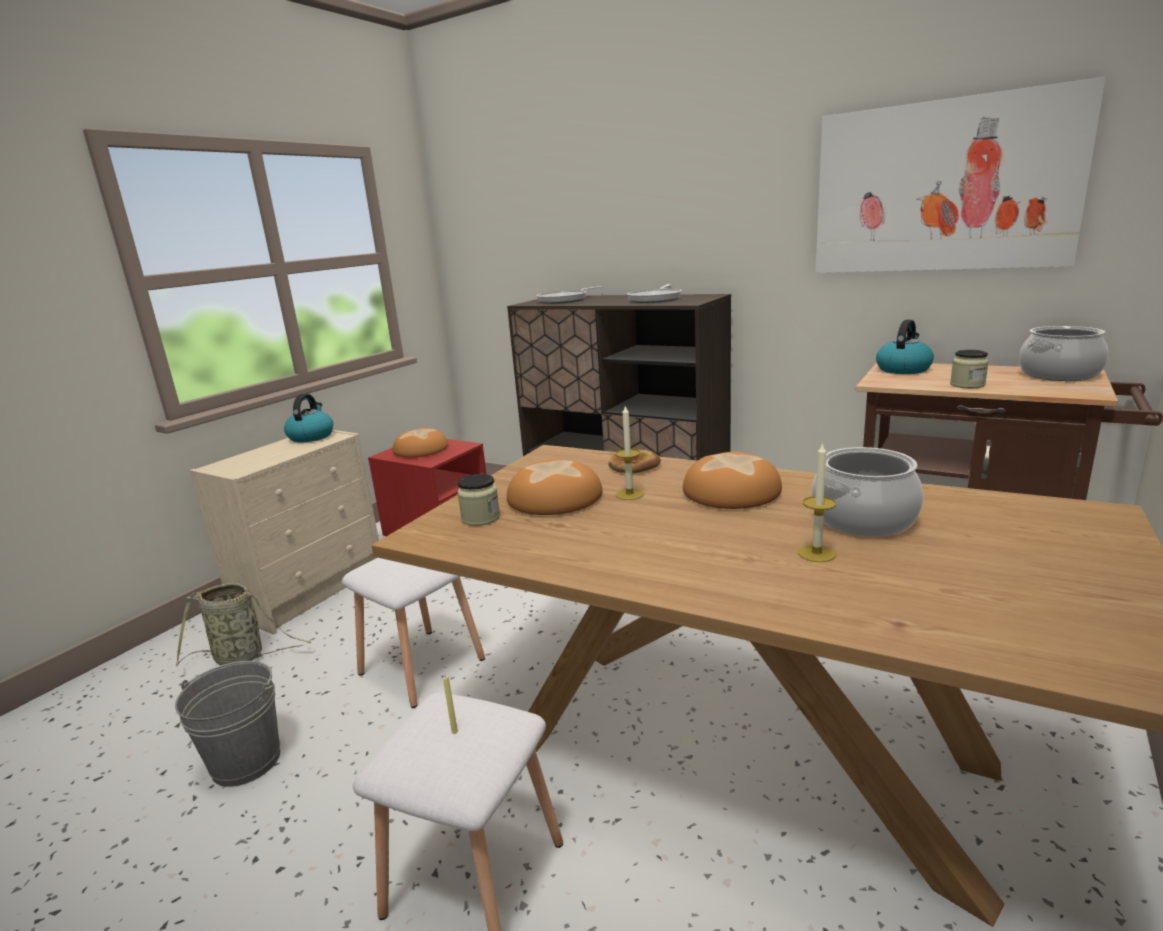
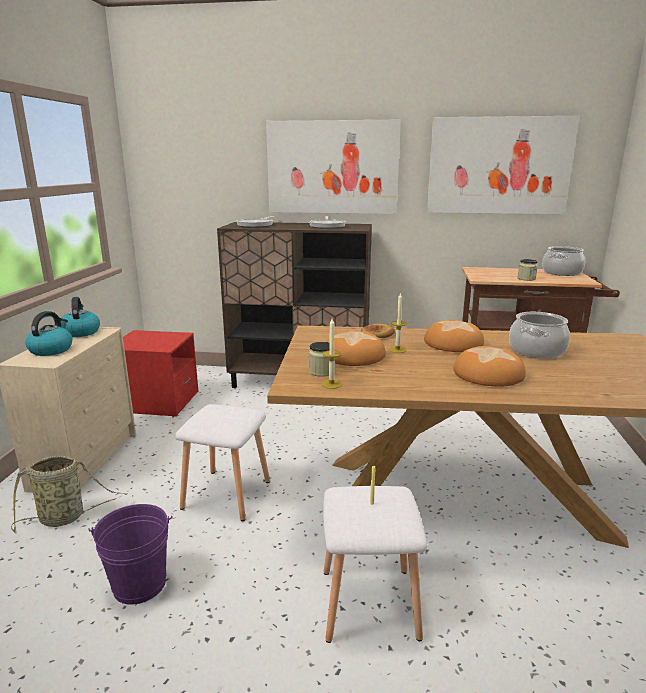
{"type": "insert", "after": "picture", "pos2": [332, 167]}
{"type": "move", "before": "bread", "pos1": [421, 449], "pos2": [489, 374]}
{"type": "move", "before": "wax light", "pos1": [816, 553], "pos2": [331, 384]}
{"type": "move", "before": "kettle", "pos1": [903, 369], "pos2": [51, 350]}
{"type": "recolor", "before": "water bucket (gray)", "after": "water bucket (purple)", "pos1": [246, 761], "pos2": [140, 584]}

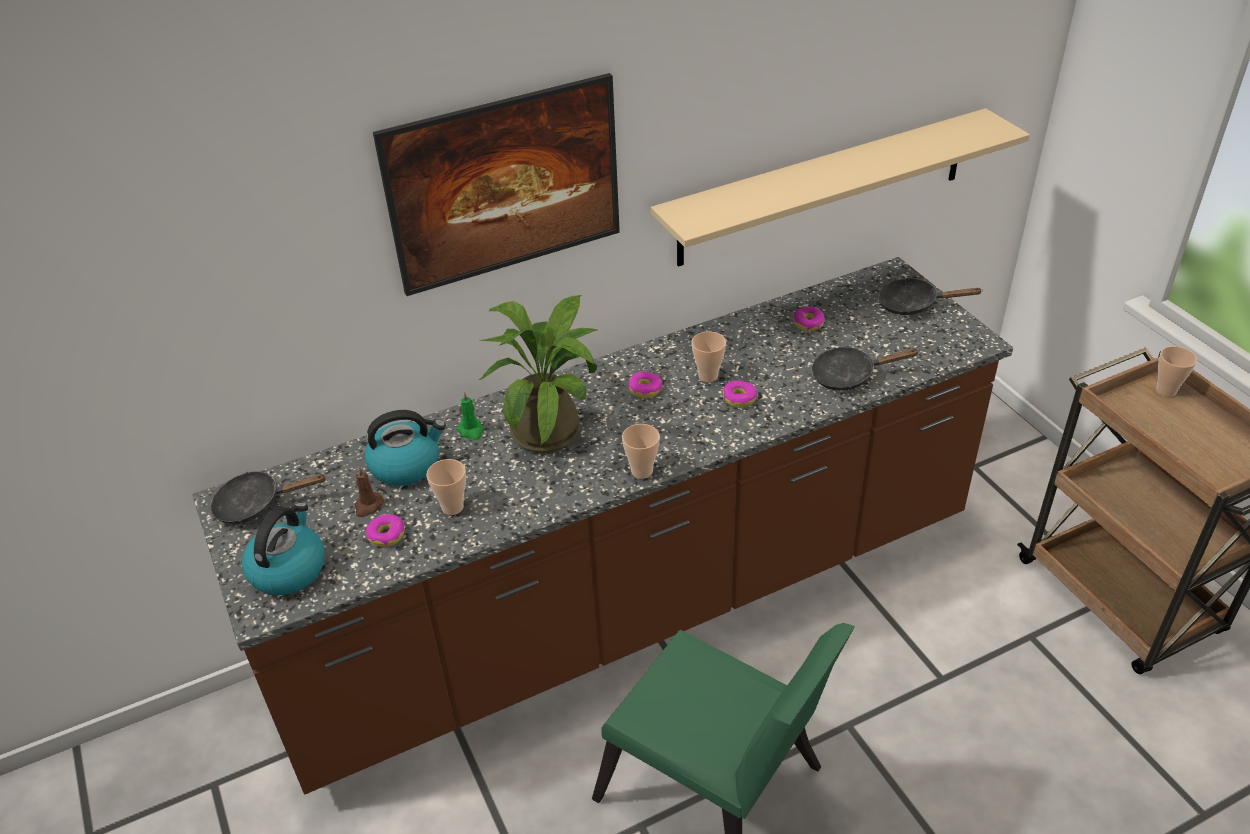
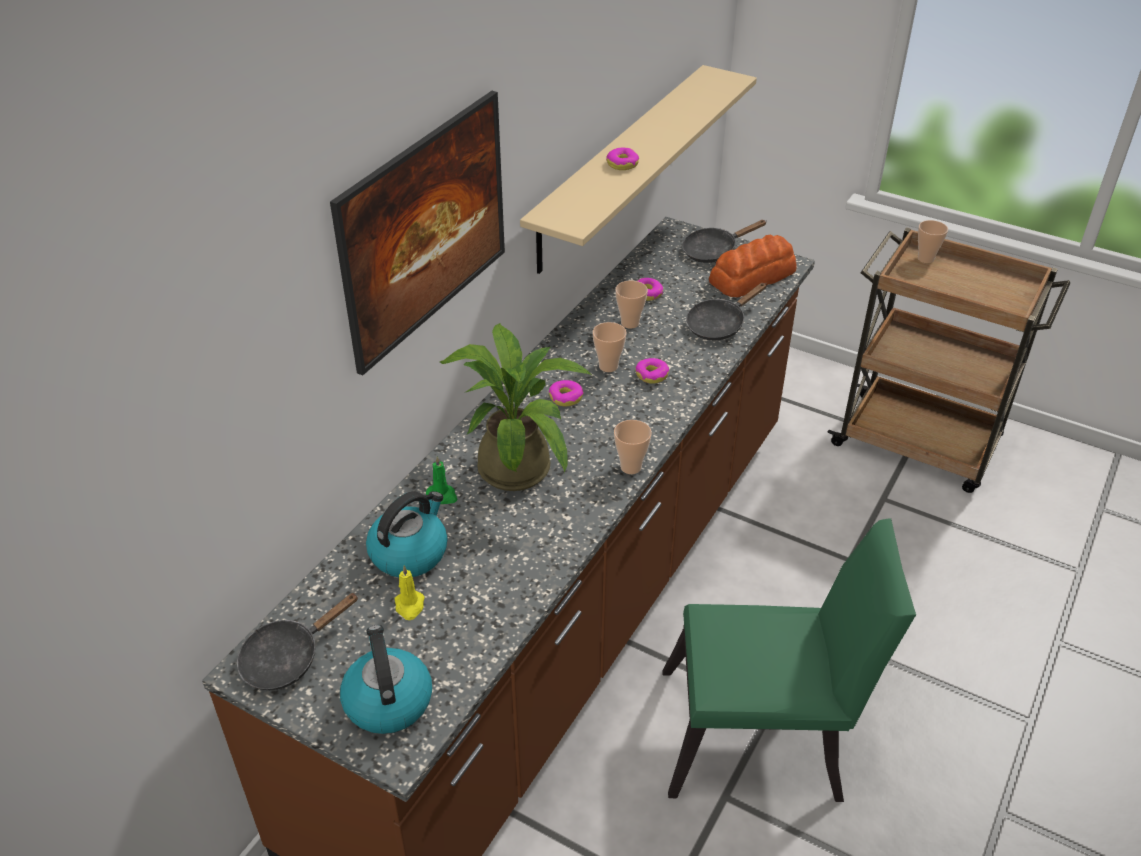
{"type": "insert", "after": "bread", "pos2": [753, 277]}
{"type": "move", "before": "donut", "pos1": [386, 535], "pos2": [622, 164]}
{"type": "move", "before": "small cup", "pos1": [452, 507], "pos2": [630, 323]}
{"type": "recolor", "before": "wax light (brown-coloured)", "after": "wax light (yellow-coloured)", "pos1": [368, 506], "pos2": [409, 606]}

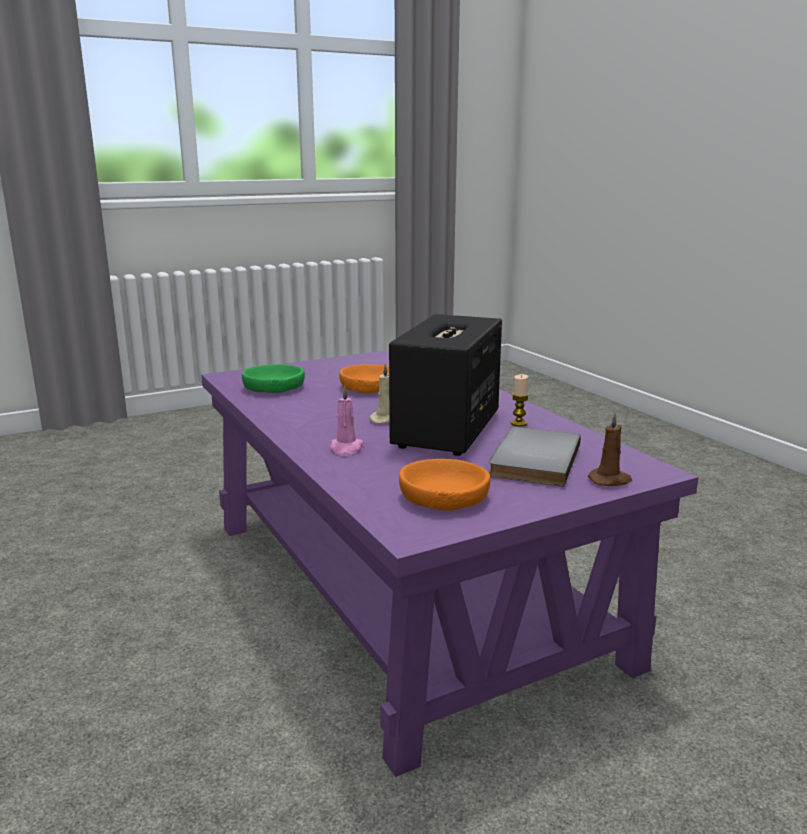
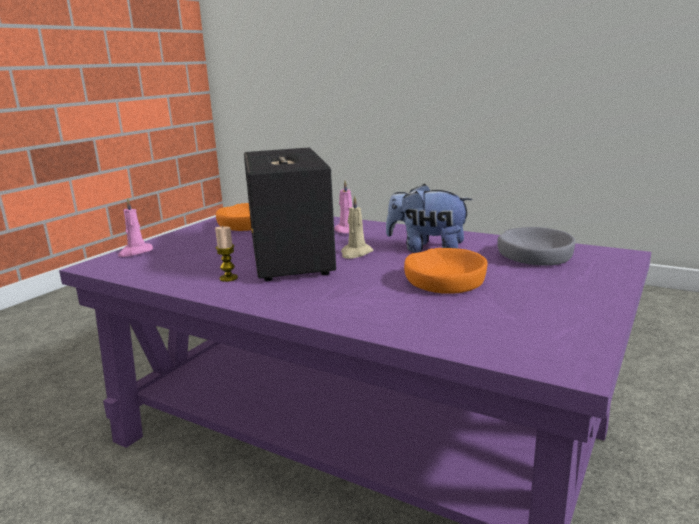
{"type": "delete", "before": "bound book (gray)", "pos1": [531, 460]}
{"type": "insert", "after": "plush toy", "pos2": [427, 249]}
{"type": "recolor", "before": "serving bowl (green-coloured)", "after": "serving bowl (gray)", "pos1": [274, 387], "pos2": [534, 256]}
{"type": "recolor", "before": "wax light (brown-coloured)", "after": "wax light (pinkish)", "pos1": [610, 480], "pos2": [135, 252]}

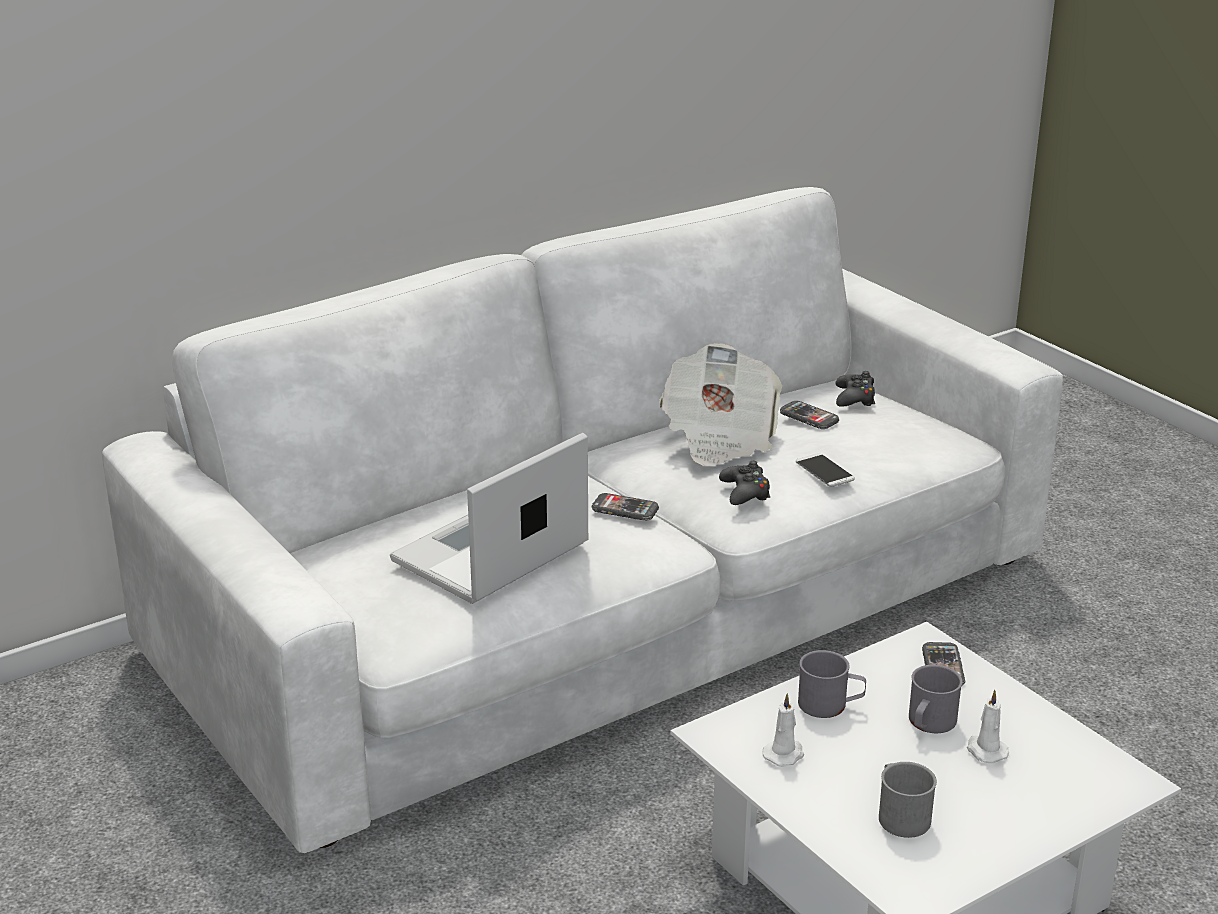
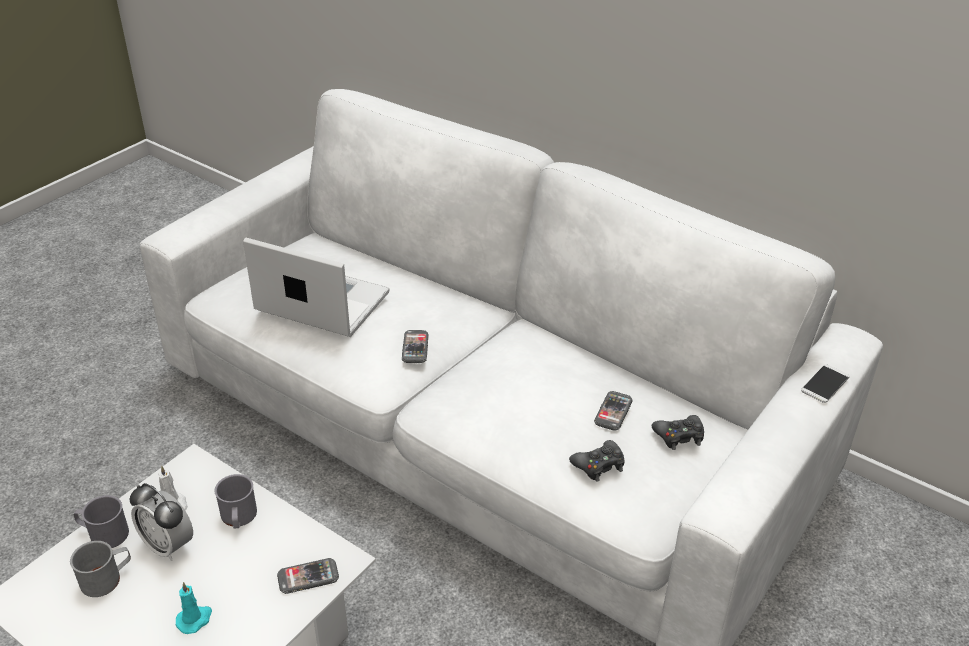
{"type": "delete", "before": "printed paper", "pos1": [719, 436]}
{"type": "insert", "after": "table clock", "pos2": [168, 545]}
{"type": "move", "before": "game controller (black-coloured)", "pos1": [745, 492], "pos2": [599, 465]}
{"type": "move", "before": "phone", "pos1": [824, 471], "pos2": [825, 384]}
{"type": "move", "before": "mug (gray)", "pos1": [929, 724], "pos2": [104, 534]}
{"type": "recolor", "before": "wax light (white)", "after": "wax light (blue-green)", "pos1": [985, 750], "pos2": [195, 619]}

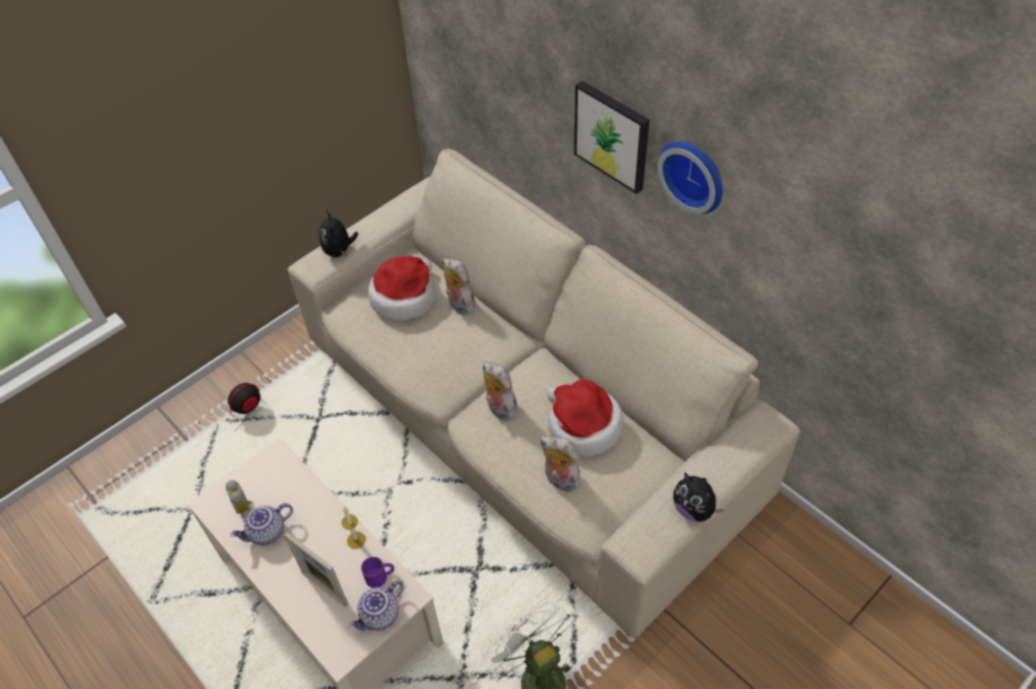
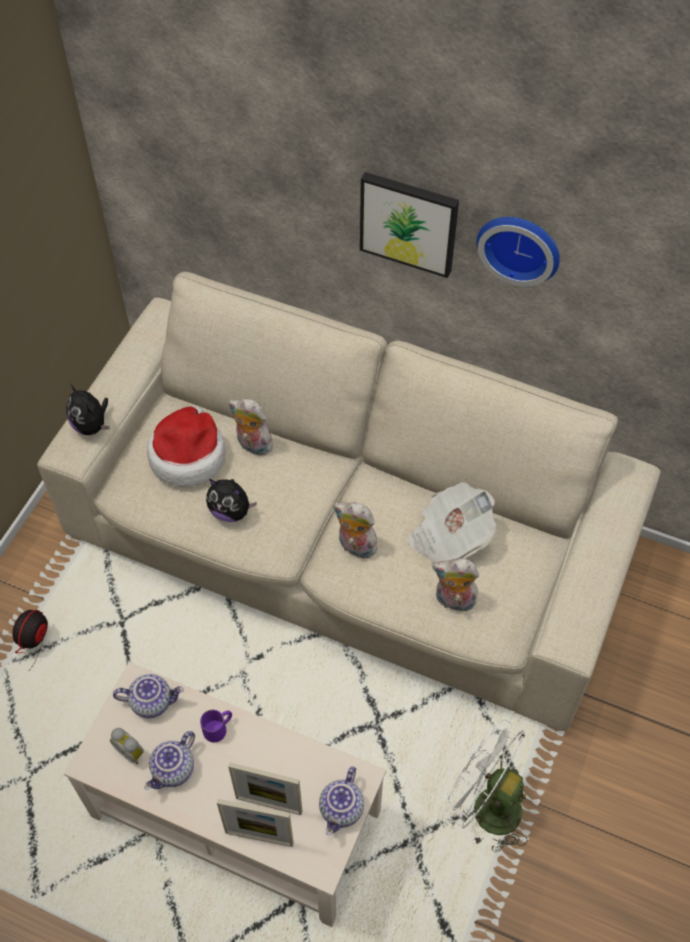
{"type": "delete", "before": "wax light", "pos1": [356, 540]}
{"type": "insert", "after": "teapot", "pos2": [152, 701]}
{"type": "insert", "after": "picture frame", "pos2": [259, 838]}
{"type": "move", "before": "mug (purple)", "pos1": [380, 576], "pos2": [219, 728]}
{"type": "move", "before": "plush toy", "pos1": [694, 509], "pos2": [231, 511]}
{"type": "replace", "before": "wearable hat", "after": "printed paper", "pos1": [582, 426], "pos2": [449, 537]}

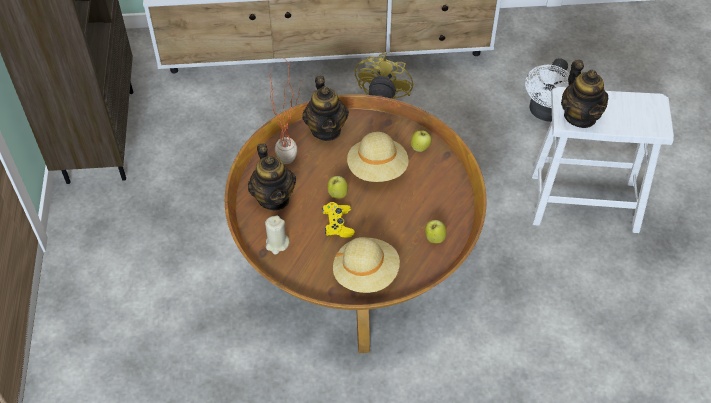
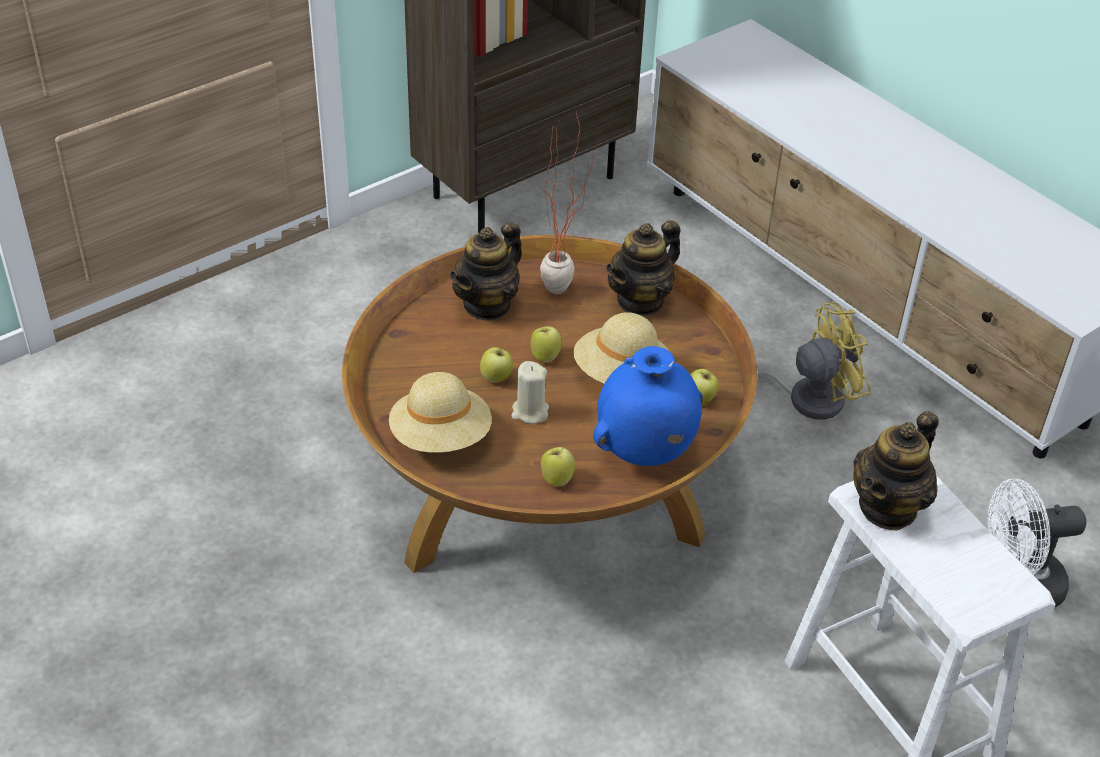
{"type": "insert", "after": "flower vase (bluish)", "pos2": [644, 452]}
{"type": "move", "before": "wax light (sand-coloured)", "pos1": [277, 244], "pos2": [530, 412]}
{"type": "replace", "before": "game controller (yellow-coloured)", "after": "apple", "pos1": [338, 224], "pos2": [496, 378]}

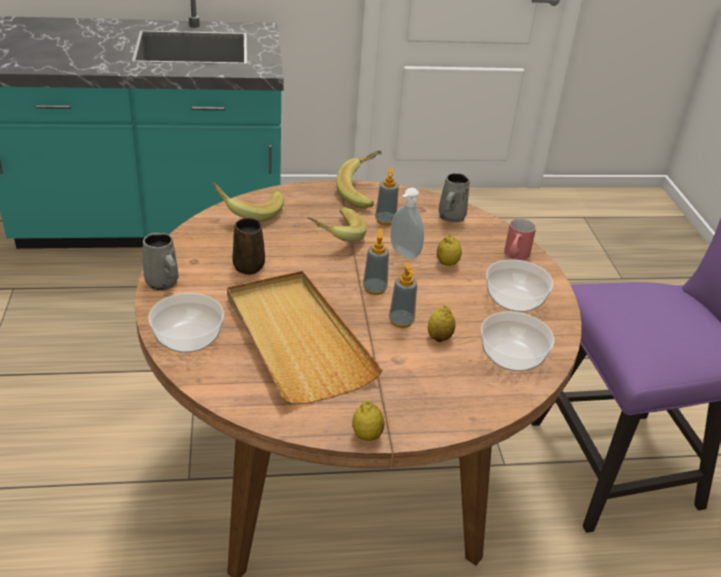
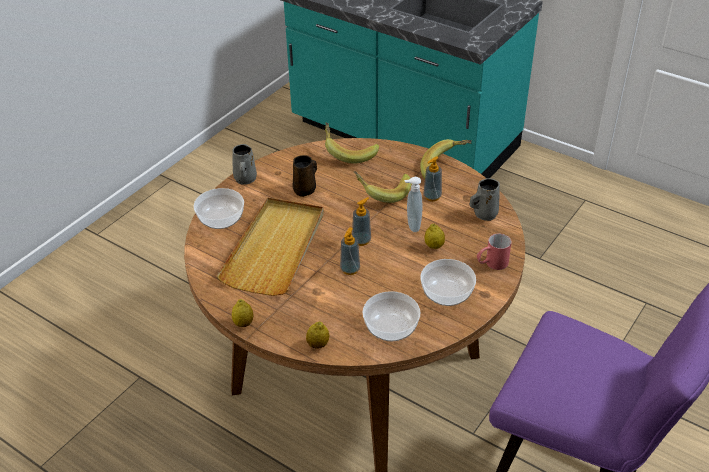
{"type": "move", "before": "whole lemon", "pos1": [439, 338], "pos2": [318, 344]}

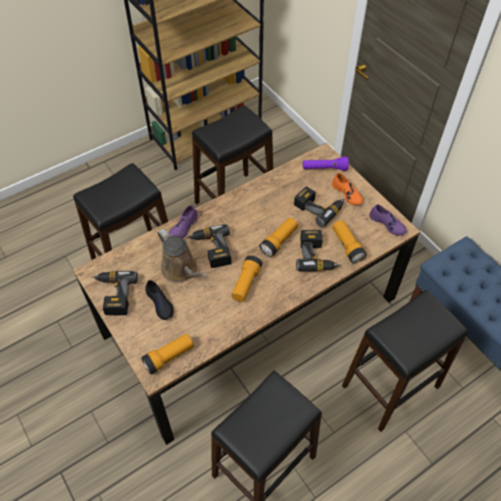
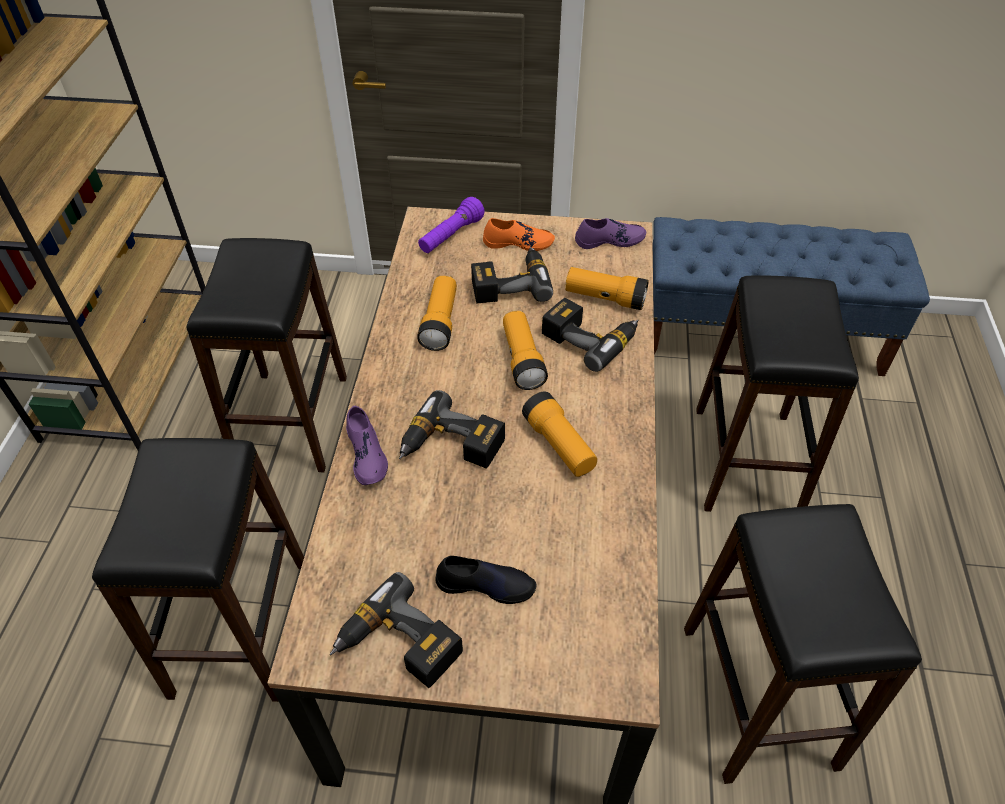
{"type": "delete", "before": "sprinkling can (brown-coloured)", "pos1": [181, 270]}
{"type": "move", "before": "hand torch", "pos1": [169, 357], "pos2": [440, 322]}

